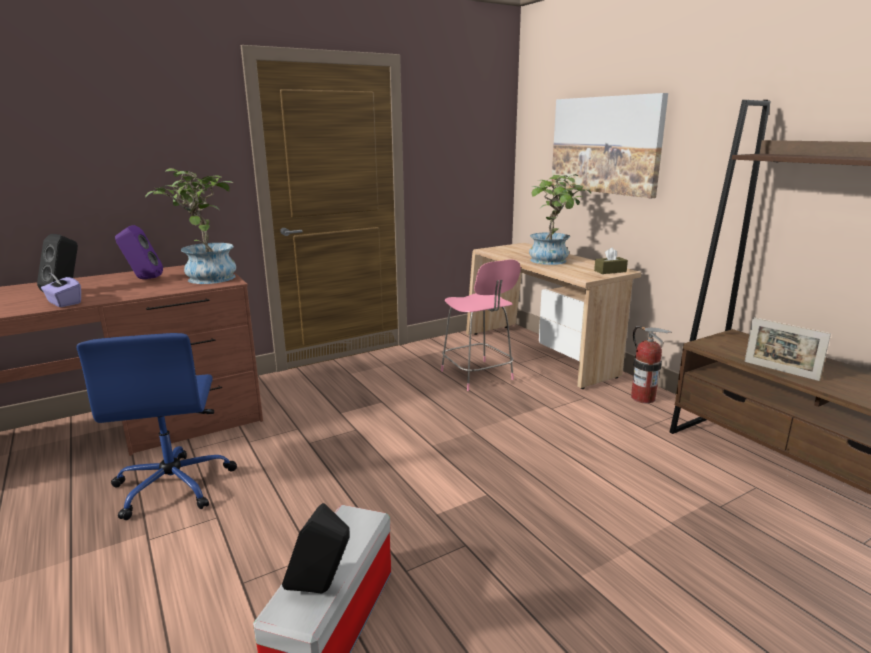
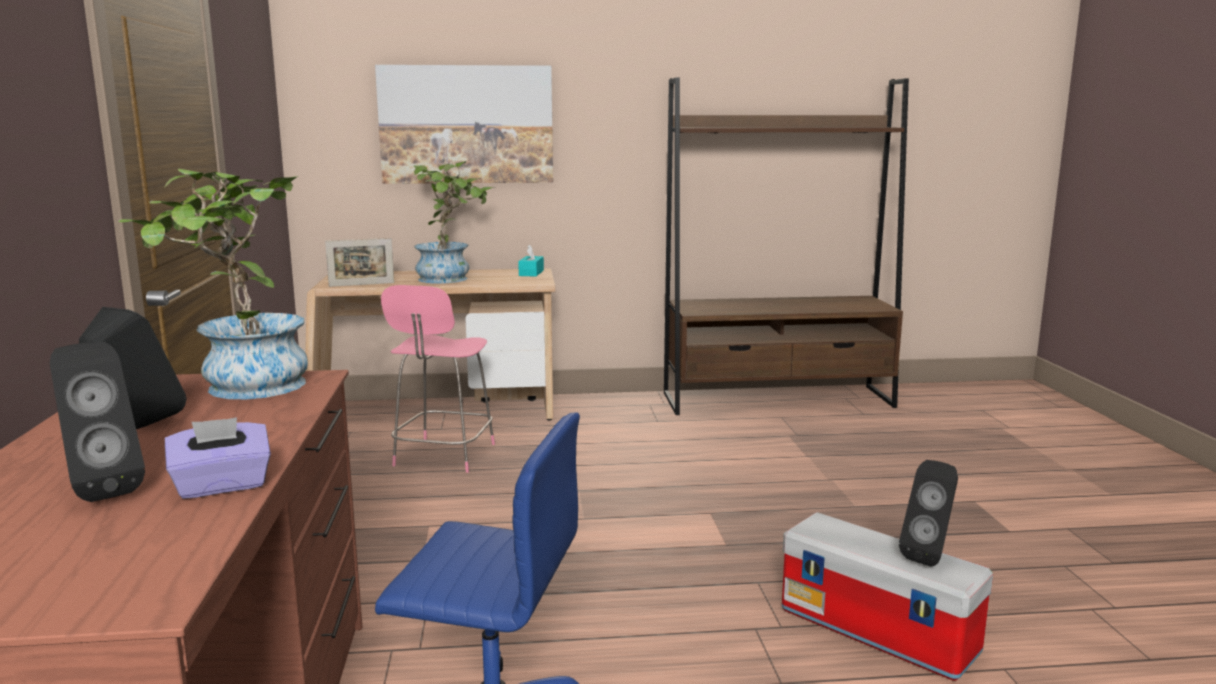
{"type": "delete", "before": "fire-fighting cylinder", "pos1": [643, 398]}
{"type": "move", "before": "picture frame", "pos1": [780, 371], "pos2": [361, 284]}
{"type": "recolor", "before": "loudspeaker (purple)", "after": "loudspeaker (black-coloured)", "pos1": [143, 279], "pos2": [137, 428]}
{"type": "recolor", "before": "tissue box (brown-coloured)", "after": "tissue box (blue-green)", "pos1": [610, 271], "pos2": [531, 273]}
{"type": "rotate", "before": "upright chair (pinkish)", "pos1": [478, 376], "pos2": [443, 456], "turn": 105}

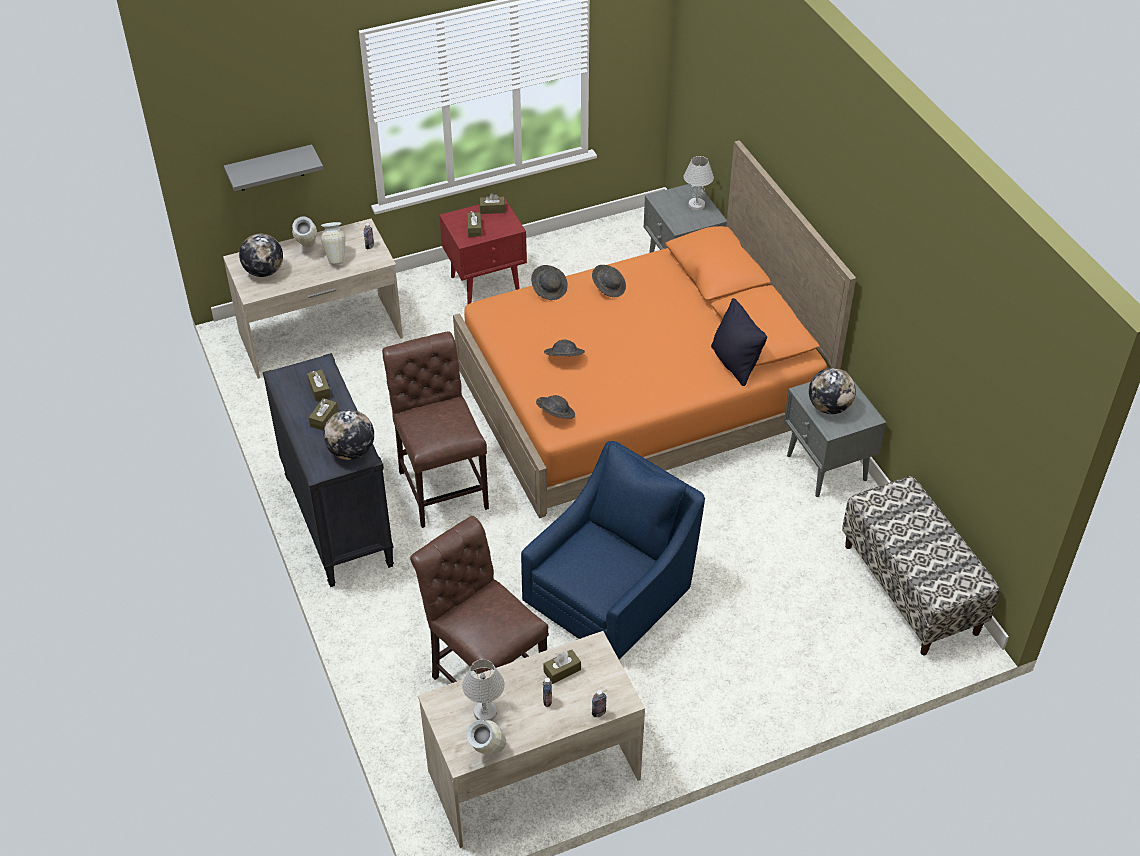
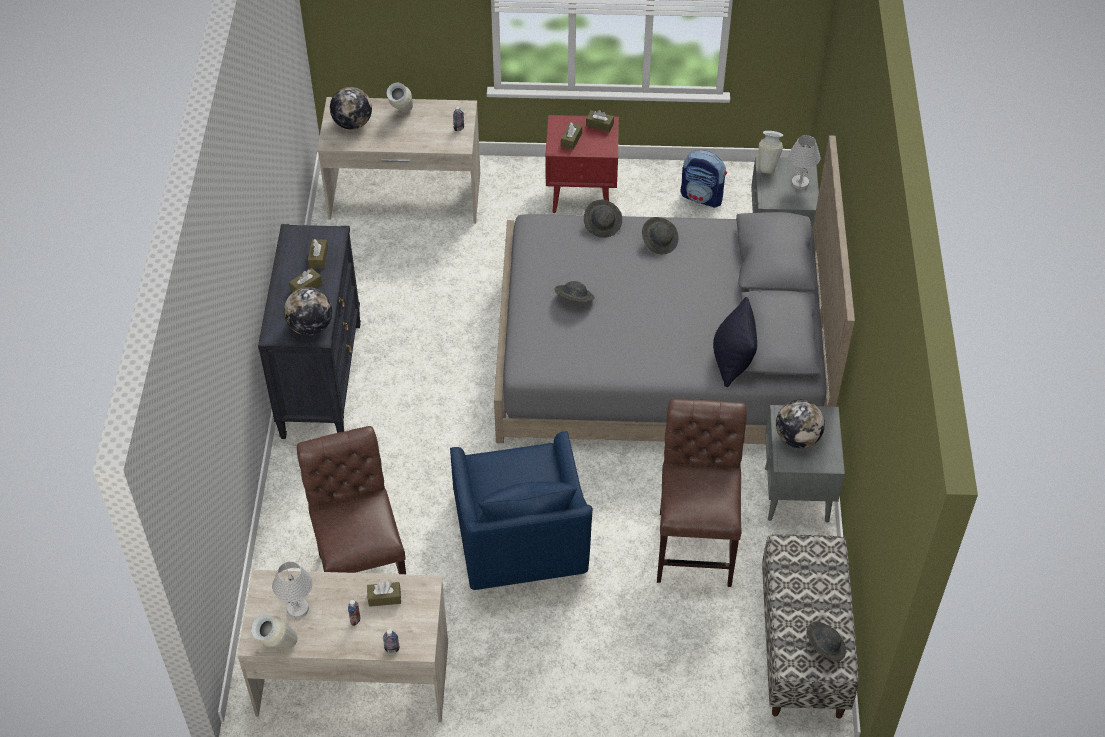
{"type": "delete", "before": "bracket shelf (gray)", "pos1": [270, 168]}
{"type": "insert", "after": "rucksack", "pos2": [702, 197]}
{"type": "move", "before": "flower vase", "pos1": [336, 258], "pos2": [768, 165]}
{"type": "move", "before": "upright chair (brown-coloured)", "pos1": [442, 485], "pos2": [695, 543]}
{"type": "move", "before": "wearable hat (gray)", "pos1": [555, 415], "pos2": [824, 646]}
{"type": "recolor", "before": "sleeping bed (orangey)", "after": "sleeping bed (gray)", "pos1": [640, 396], "pos2": [660, 357]}
{"type": "rotate", "before": "armchair (bluish)", "pos1": [612, 592], "pos2": [520, 539], "turn": 105}

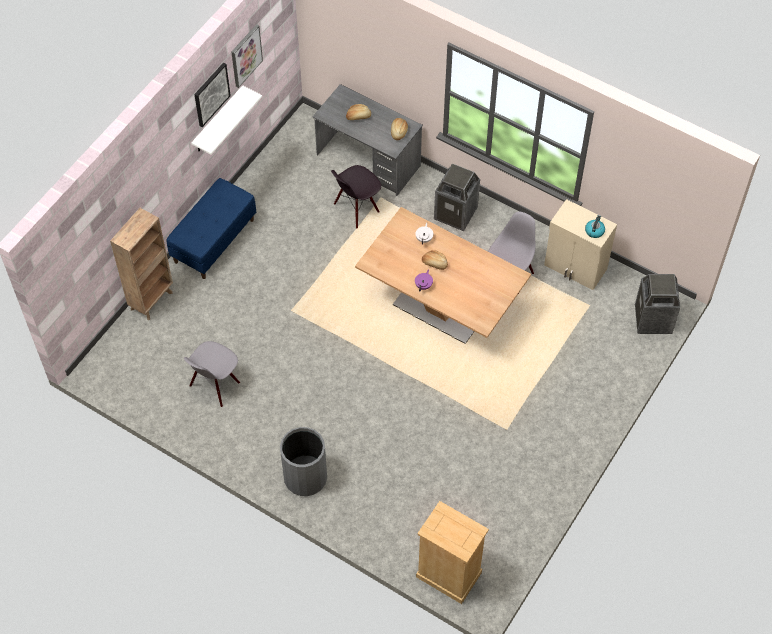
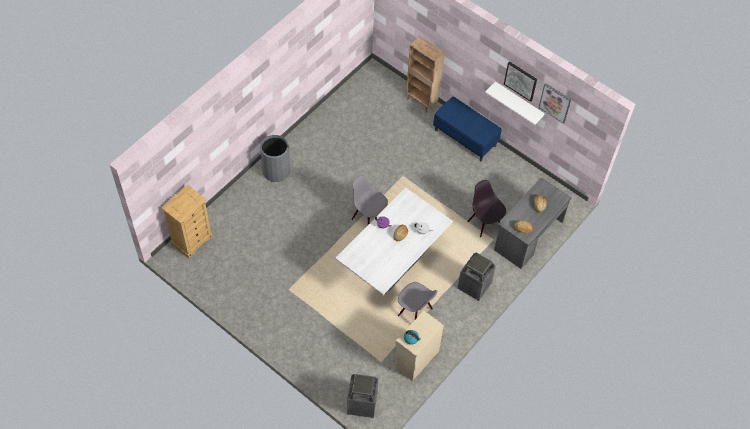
{"type": "move", "before": "upright chair (gray)", "pos1": [215, 385], "pos2": [368, 217]}
{"type": "recolor", "before": "dining table (brown-coloured)", "after": "dining table (white)", "pos1": [440, 308], "pos2": [392, 264]}

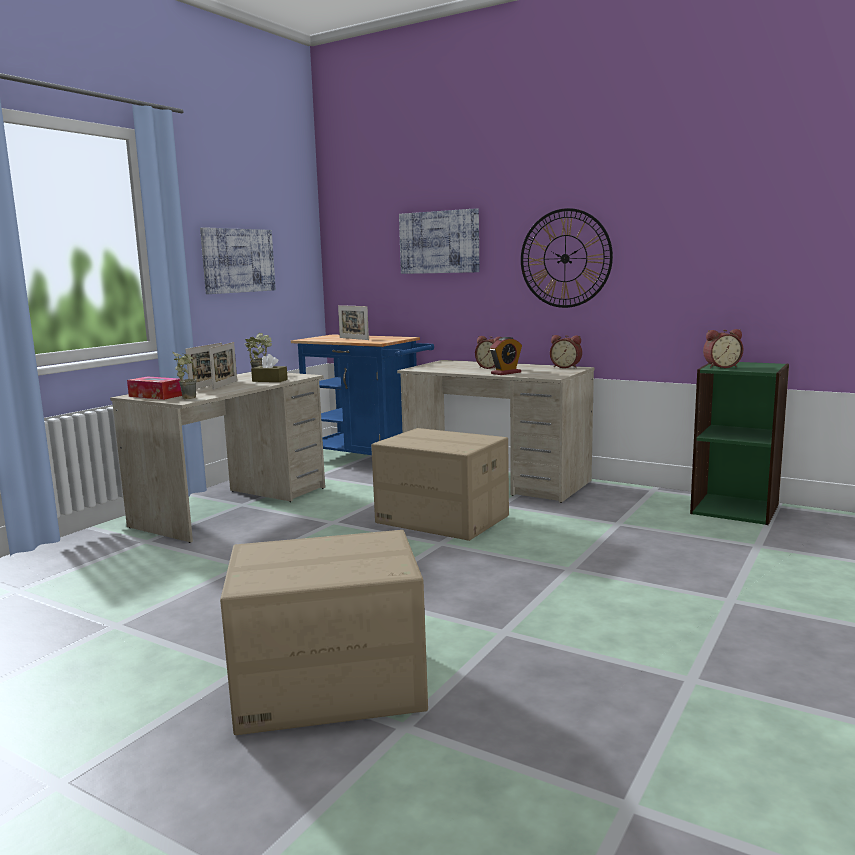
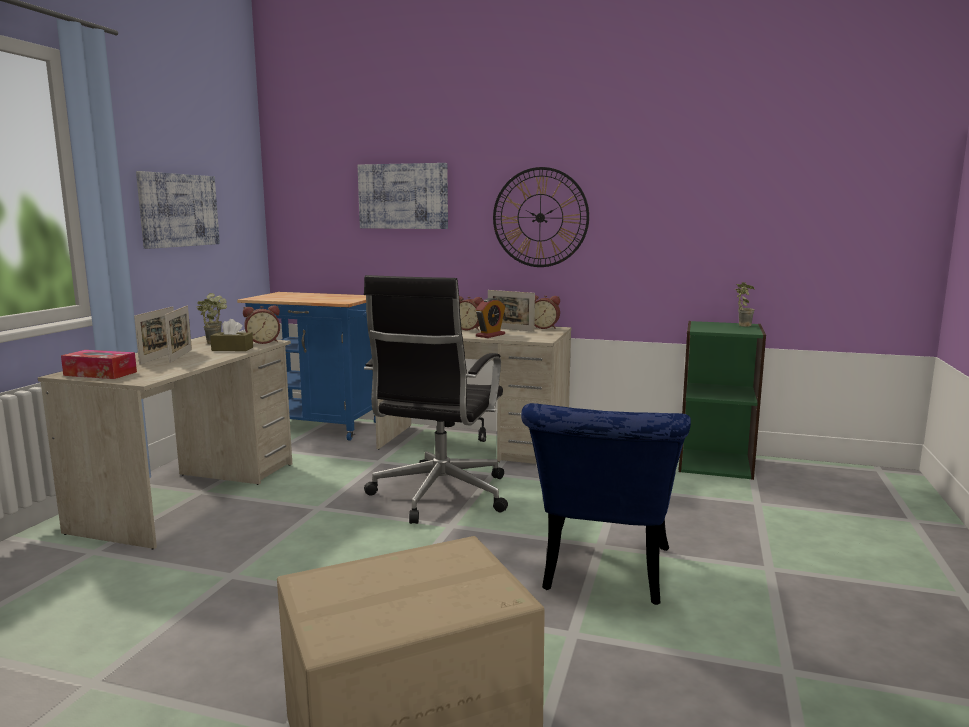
{"type": "insert", "after": "upright chair (bluish)", "pos2": [602, 575]}
{"type": "move", "before": "plant in a pot", "pos1": [188, 397], "pos2": [741, 325]}
{"type": "move", "before": "picture frame", "pos1": [354, 338], "pos2": [510, 329]}
{"type": "move", "before": "table clock", "pos1": [721, 367], "pos2": [263, 342]}
{"type": "replace", "before": "carton", "after": "office chair (black-coloured)", "pos1": [441, 520], "pos2": [438, 496]}

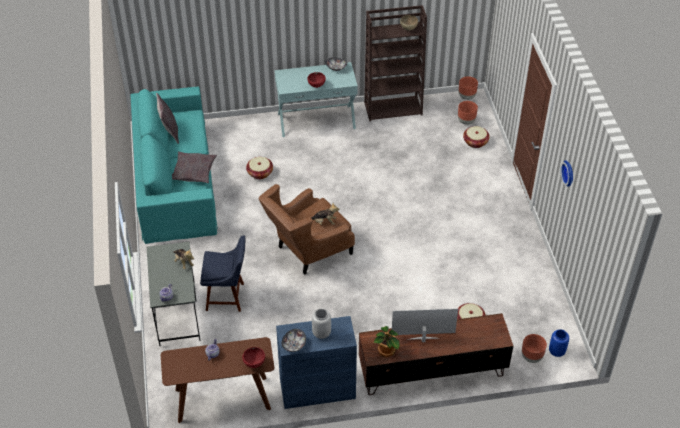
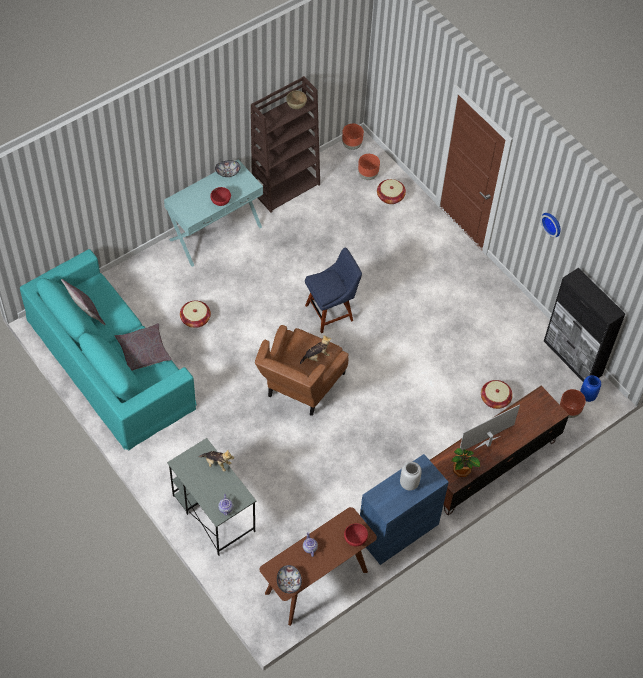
{"type": "insert", "after": "cupboard (black-coloured)", "pos2": [572, 358]}
{"type": "move", "before": "upright chair (bluish)", "pos1": [227, 297], "pos2": [331, 312]}
{"type": "move", "before": "serving bowl", "pos1": [294, 345], "pos2": [289, 583]}

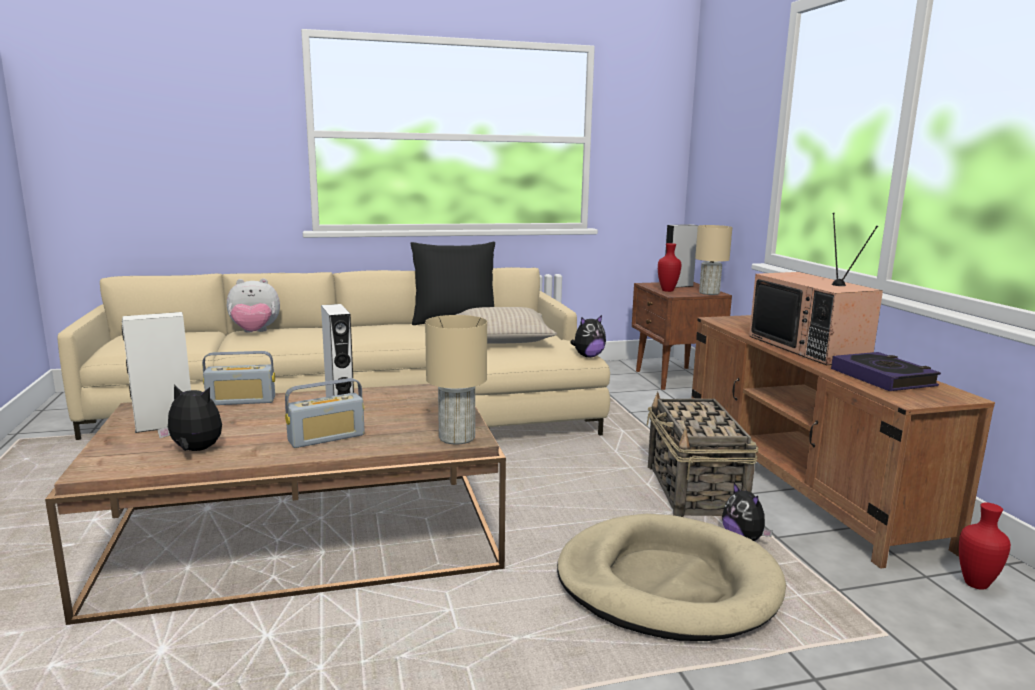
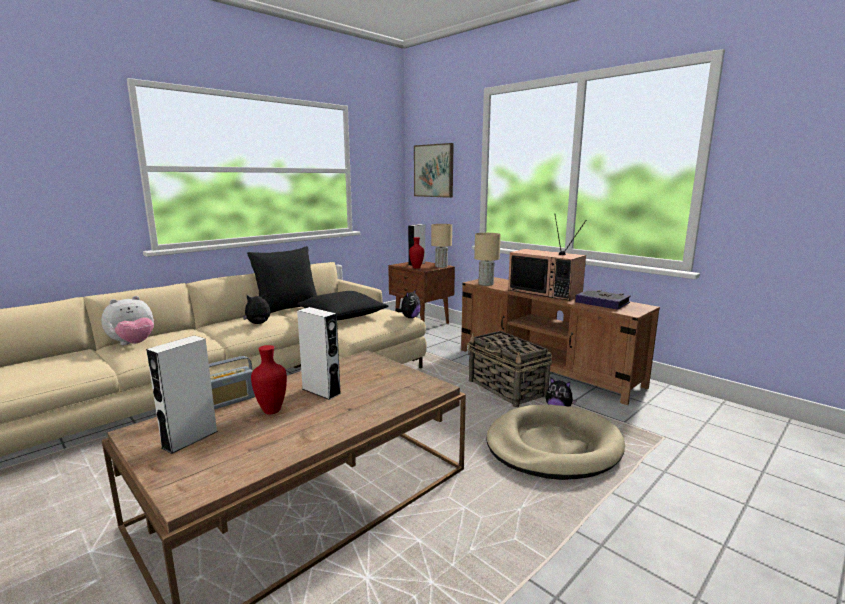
{"type": "delete", "before": "radio set", "pos1": [326, 438]}
{"type": "insert", "after": "picture", "pos2": [434, 170]}
{"type": "move", "before": "plush toy", "pos1": [195, 450], "pos2": [258, 324]}
{"type": "move", "before": "lamp for a table (sand-coloured)", "pos1": [458, 437], "pos2": [486, 284]}
{"type": "move", "before": "flower vase (red-coloured)", "pos1": [977, 584], "pos2": [273, 410]}
{"type": "recolor", "before": "cushion (sand-coloured)", "after": "cushion (black-coloured)", "pos1": [502, 339], "pos2": [342, 315]}

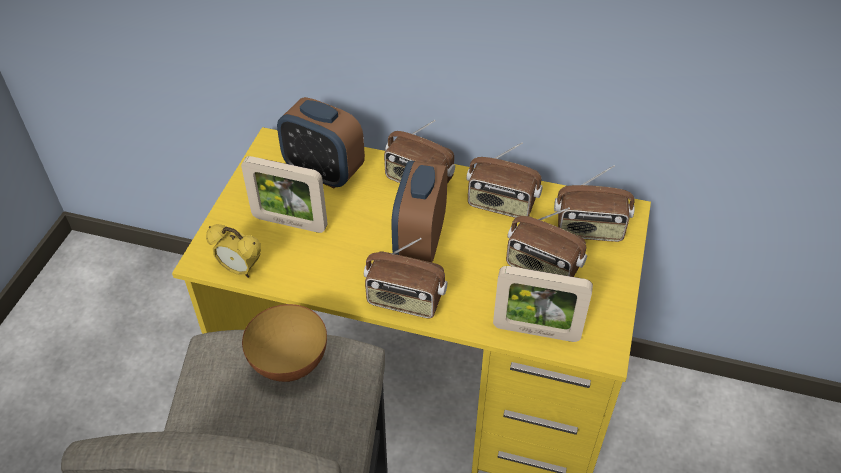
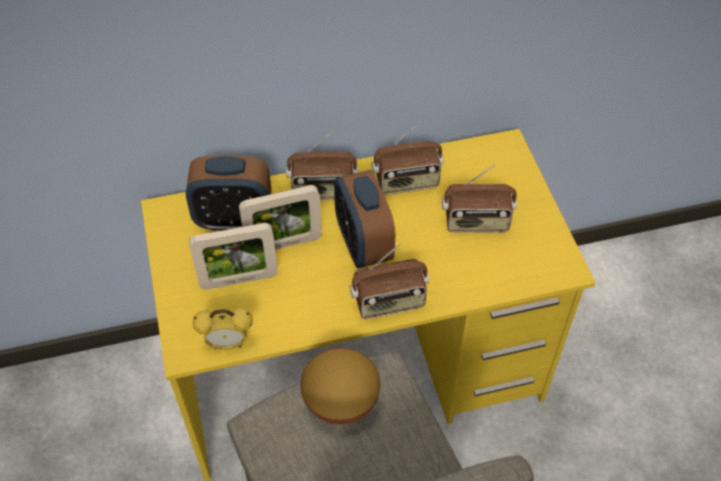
{"type": "delete", "before": "radio set", "pos1": [589, 230]}
{"type": "move", "before": "picture frame", "pos1": [536, 331], "pos2": [284, 244]}

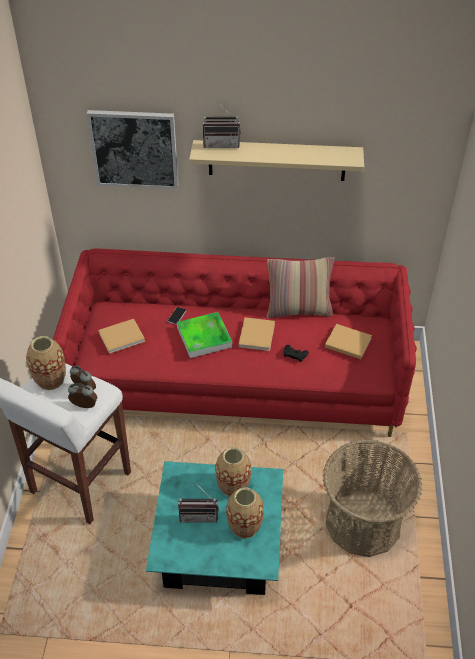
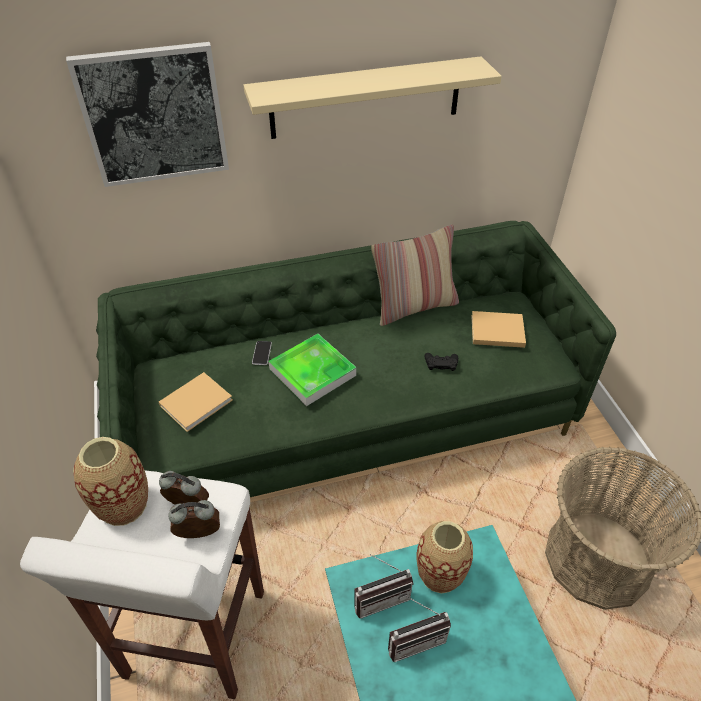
{"type": "delete", "before": "flower vase", "pos1": [244, 526]}
{"type": "delete", "before": "bound book (sand-coloured)", "pos1": [257, 334]}
{"type": "move", "before": "radio set", "pos1": [222, 144], "pos2": [380, 596]}
{"type": "recolor", "before": "settee (red-coloured)", "after": "settee (green-coloured)", "pos1": [237, 380], "pos2": [350, 417]}

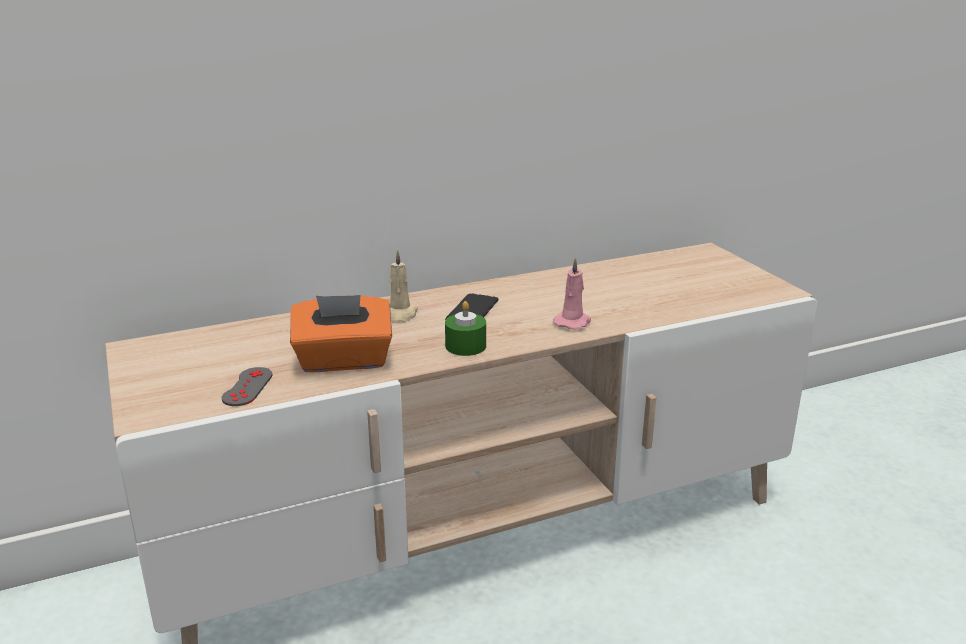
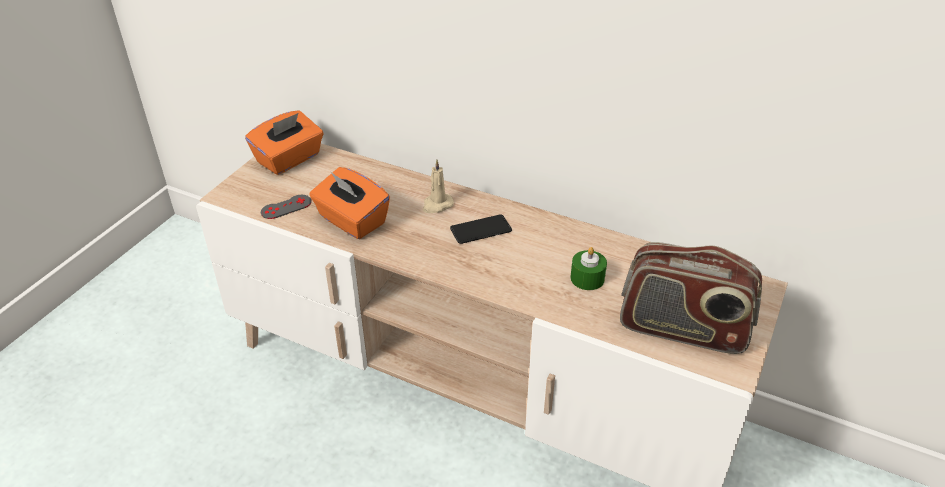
{"type": "delete", "before": "wax light (pinkish)", "pos1": [573, 322]}
{"type": "insert", "after": "tissue box (orangey)", "pos2": [289, 159]}
{"type": "insert", "after": "radio set", "pos2": [682, 329]}
{"type": "move", "before": "wax light (green-coloured)", "pos1": [465, 346], "pos2": [587, 278]}

